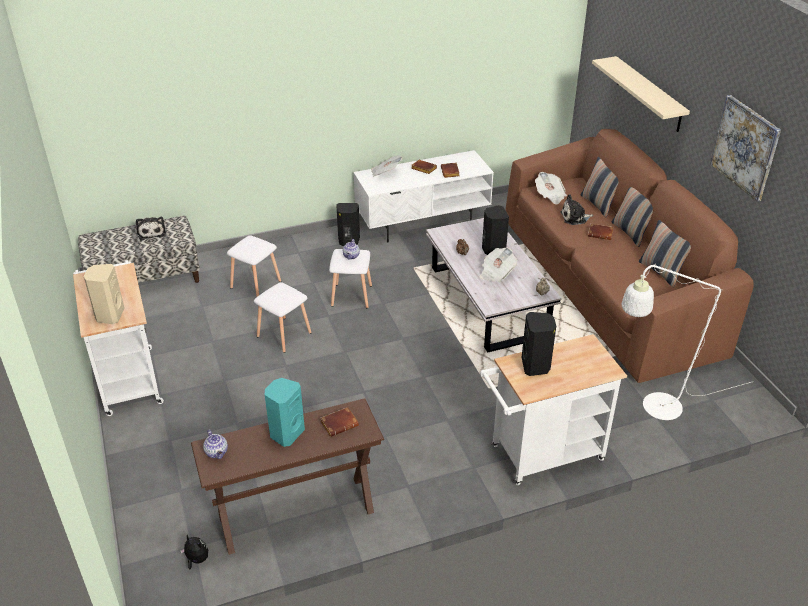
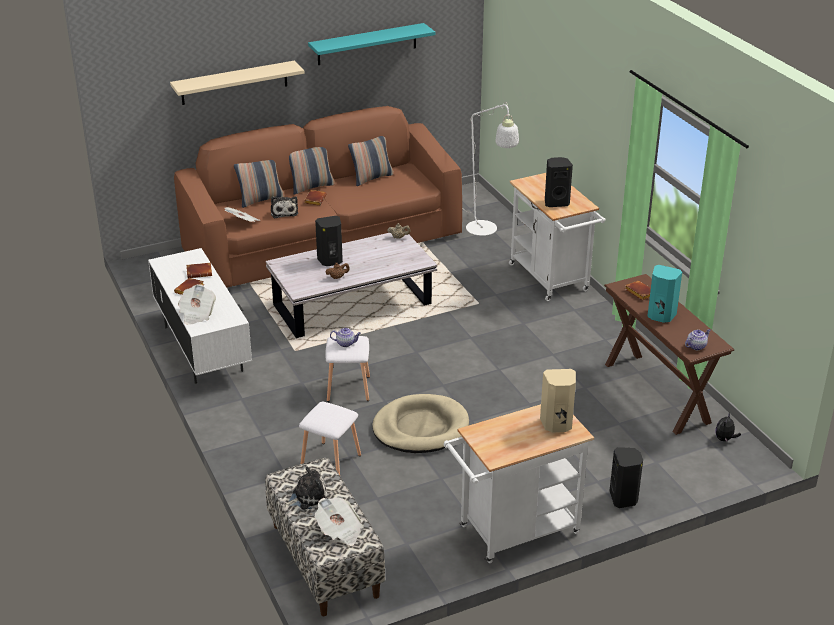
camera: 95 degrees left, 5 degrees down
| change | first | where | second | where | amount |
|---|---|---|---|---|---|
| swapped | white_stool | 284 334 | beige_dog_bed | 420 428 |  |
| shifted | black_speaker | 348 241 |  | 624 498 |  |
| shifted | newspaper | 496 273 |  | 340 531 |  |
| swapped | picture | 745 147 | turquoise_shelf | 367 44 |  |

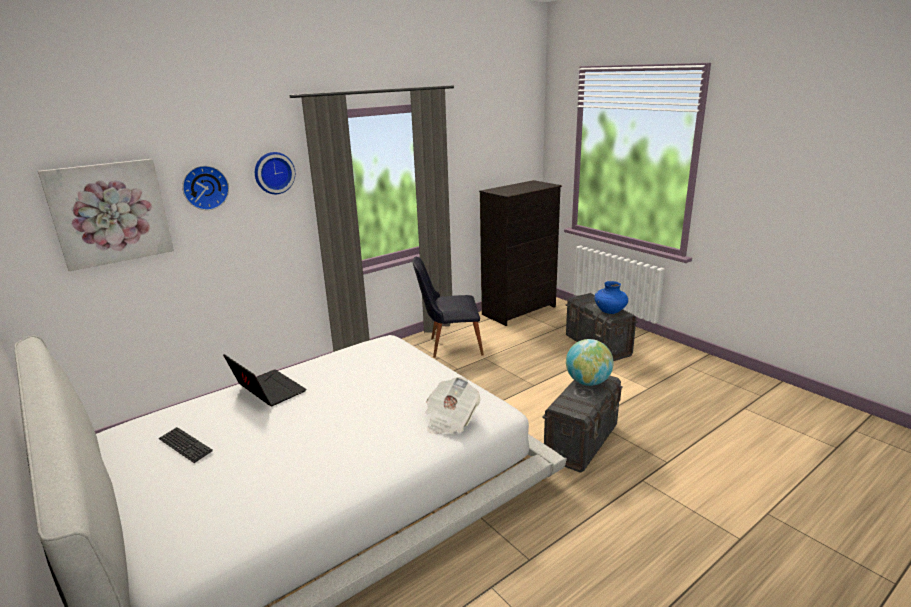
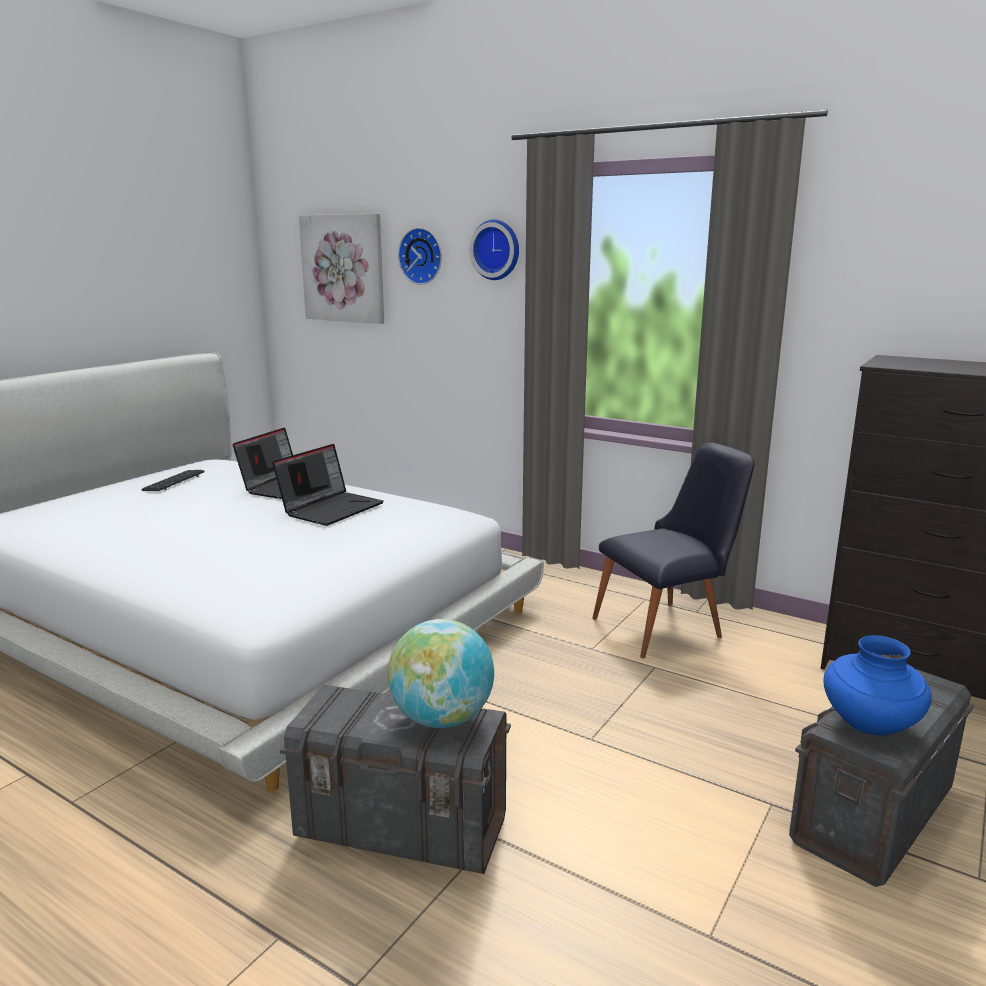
camera: 70 degrees right, 5 degrees down
| change | first | where | second | where | amount |
|---|---|---|---|---|---|
| rotated | black_chair | 449 346 |  | 668 627 | 90 degrees clockwise |
| gone | newspaper | 450 419 |  |  |  |
| new |  |  | laptop | 331 508 |  |

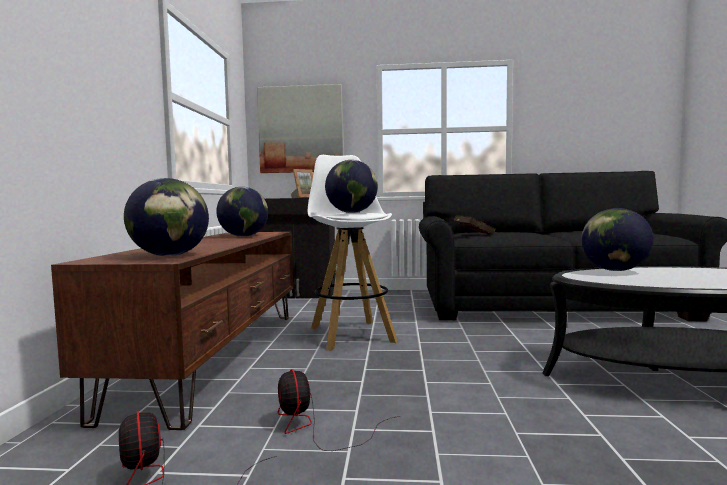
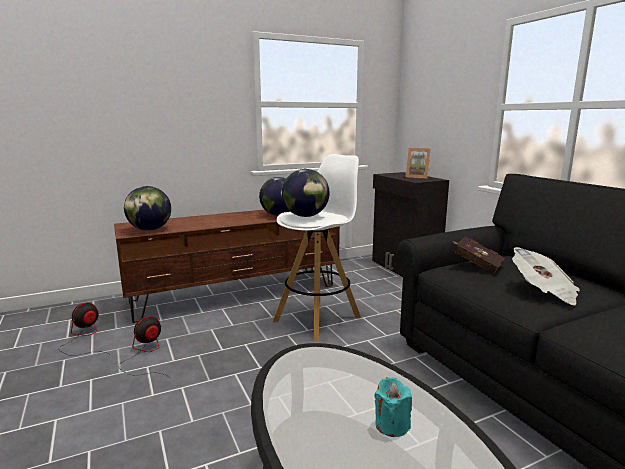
camera: 60 degrees right, 10 degrees up
| change | first | where | second | where | amount |
|---|---|---|---|---|---|
| gone | picture | 301 129 |  |  |  |
| gone | globe | 614 270 |  |  |  |
| new |  |  | turquoise_candle | 391 425 |  |
| new |  |  | newspaper | 544 292 |  |

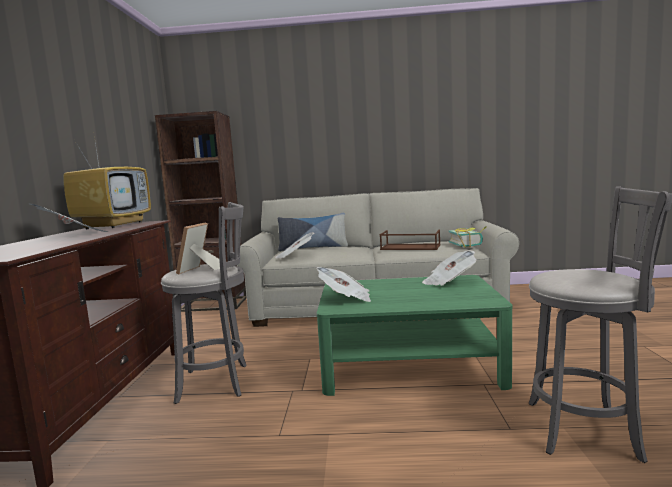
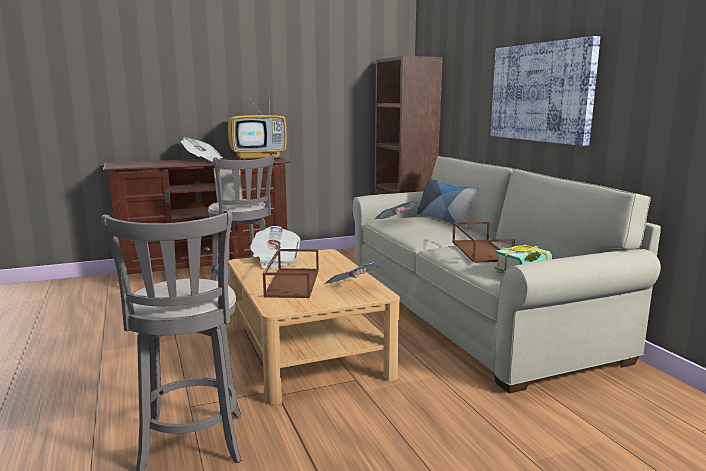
camera: 65 degrees right, 5 degrees up
| change | first | where | second | where | amount |
|---|---|---|---|---|---|
| repainted | green_coffee_table | 409 364 | beige_coffee_table | 307 350 |  |
| new |  |  | brown_tray | 292 282 |  |
| new |  |  | picture | 542 92 |  |

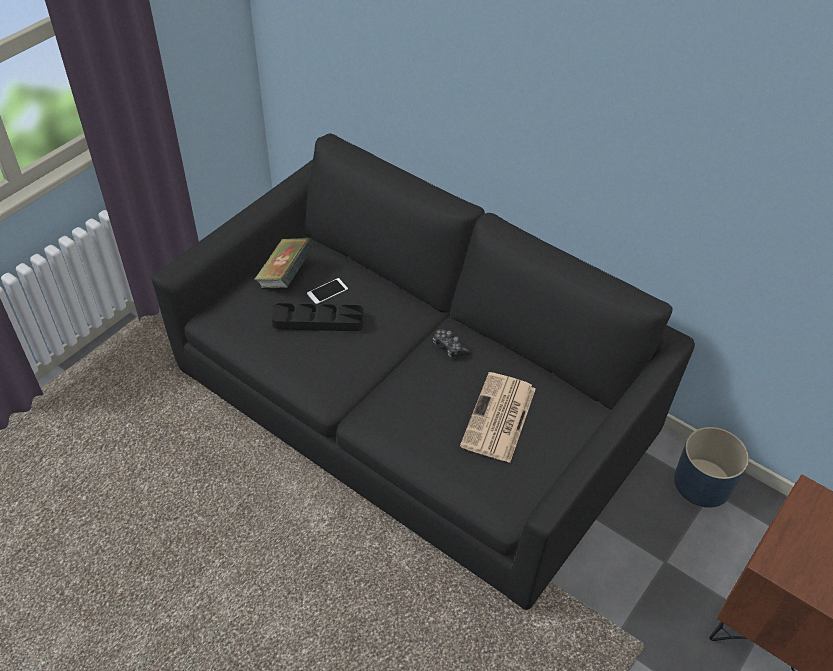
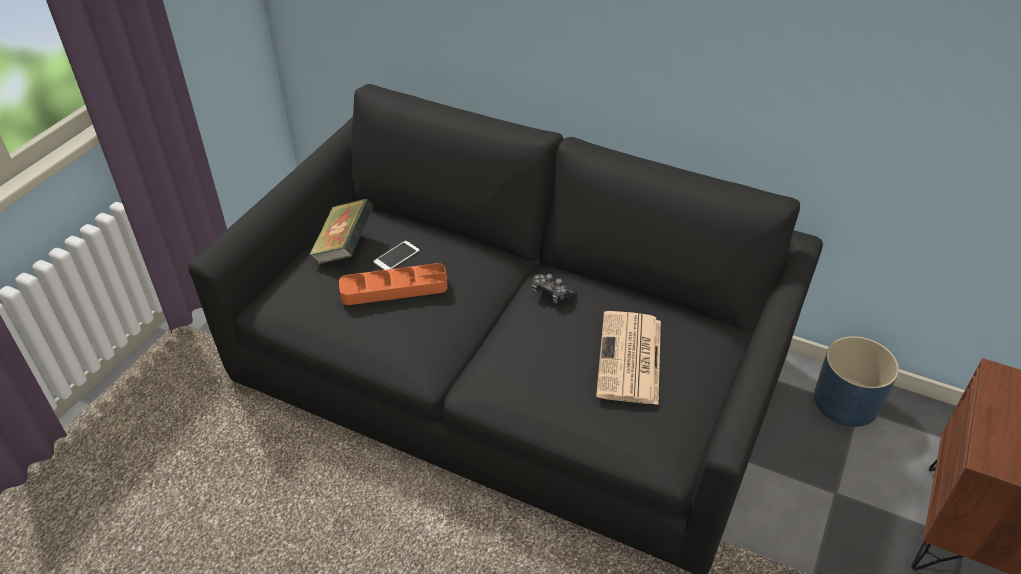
camera: 10 degrees left, 5 degrees down
| change | first | where | second | where | amount |
|---|---|---|---|---|---|
| repainted | black_tray | 318 321 | orange_tray | 394 289 |  |

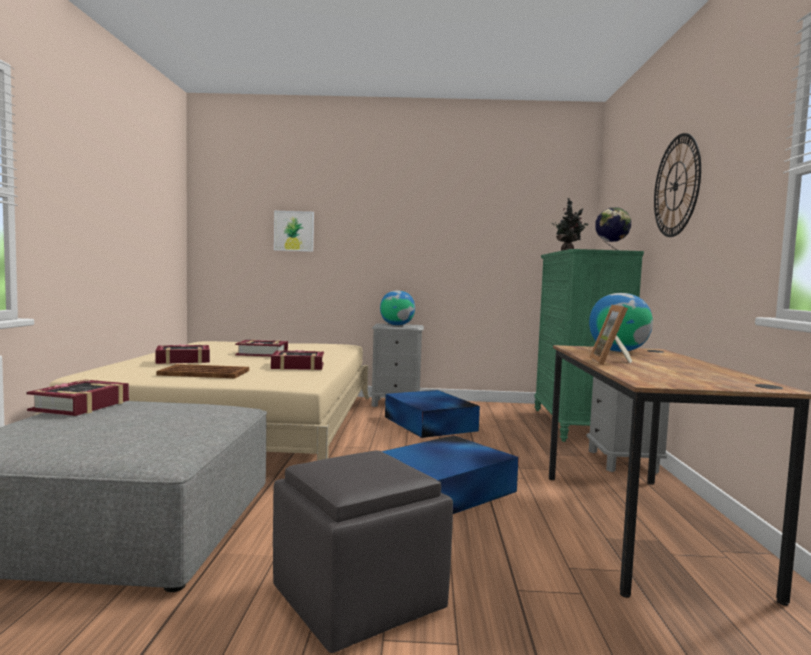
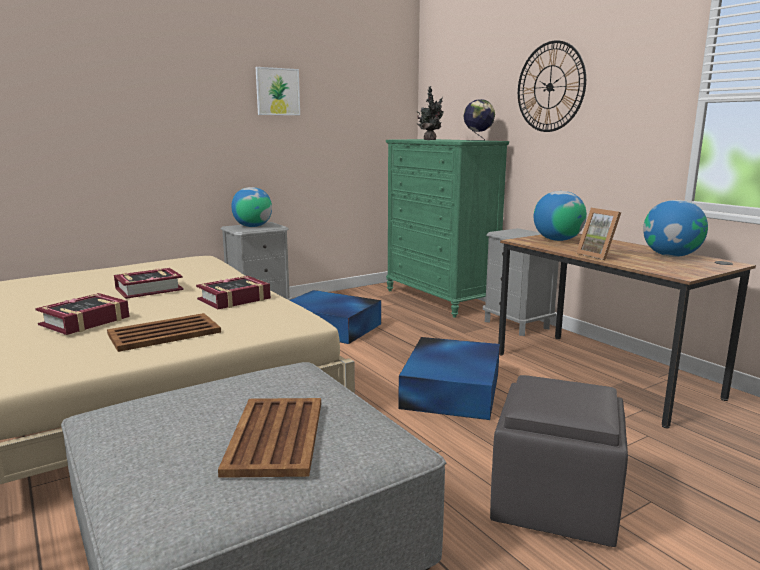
camera: 35 degrees left, 10 degrees up
| change | first | where | second | where | amount |
|---|---|---|---|---|---|
| gone | book | 81 406 |  |  |  |
| shifted | picture | 294 231 |  | 277 91 |  |
| new |  |  | brown_tray | 275 437 |  |
| new |  |  | globe | 671 256 |  |

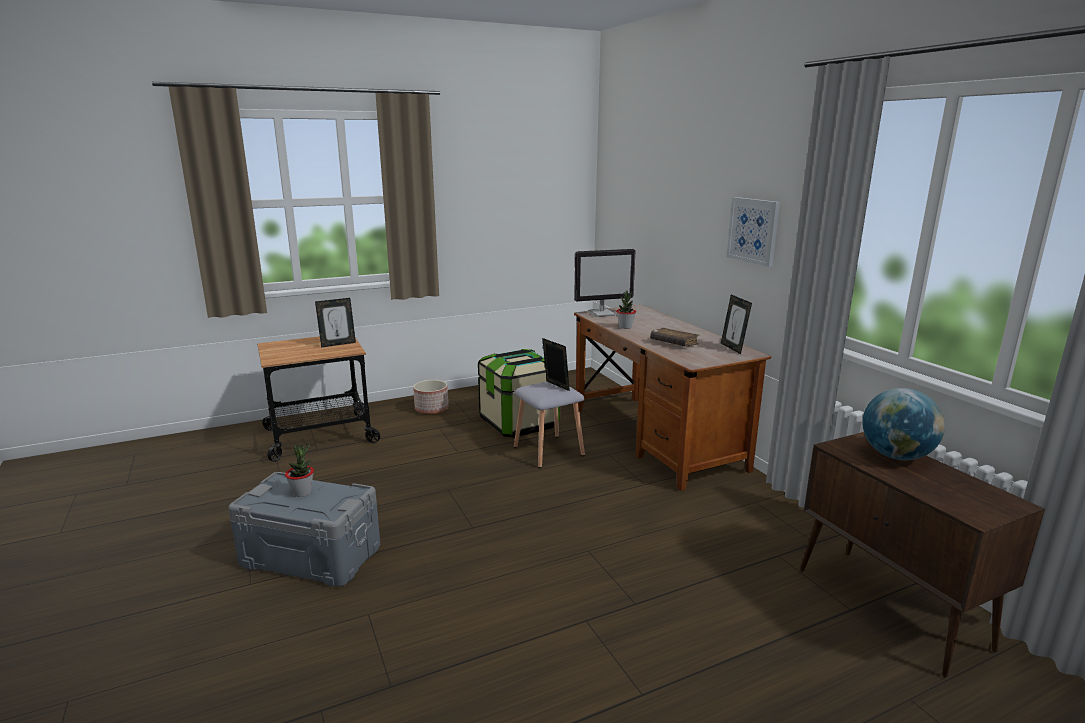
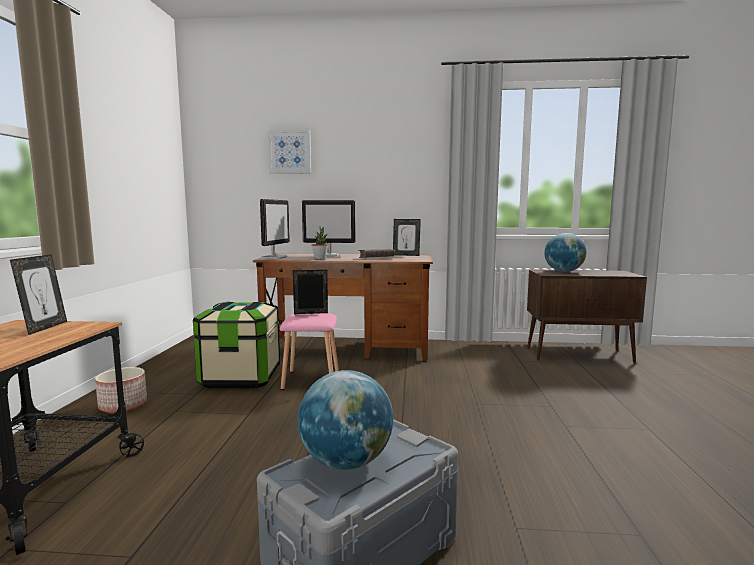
camera: 60 degrees left, 10 degrees down
| change | first | where | second | where | amount |
|---|---|---|---|---|---|
| swapped | potted_plant | 302 492 | globe | 346 462 |  |
| repainted | grey_stool | 547 451 | pink_stool | 310 380 |  |
| shifted | picture | 753 230 |  | 290 152 |  |
| new |  |  | monitor | 329 255 |  |

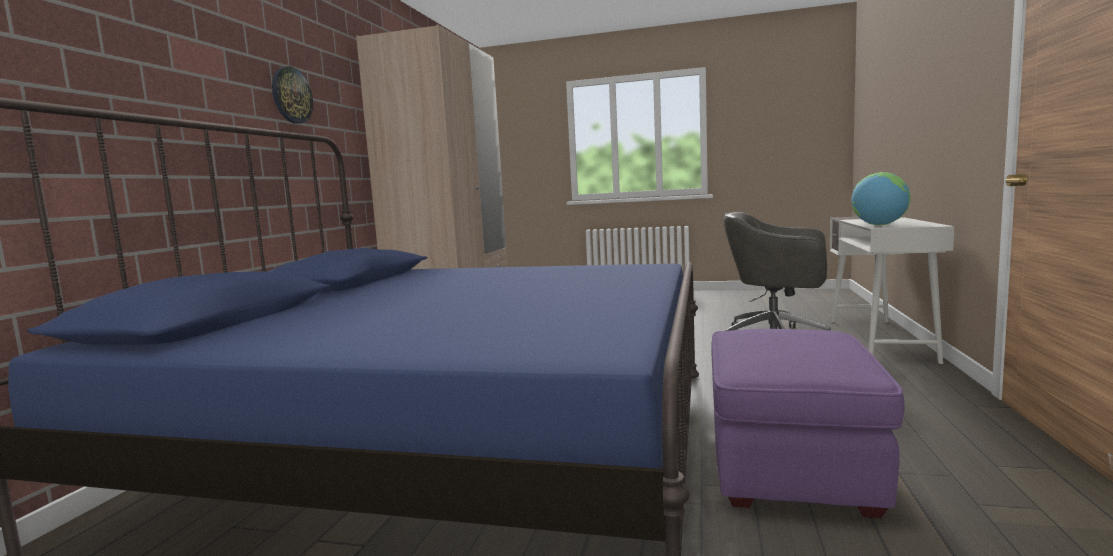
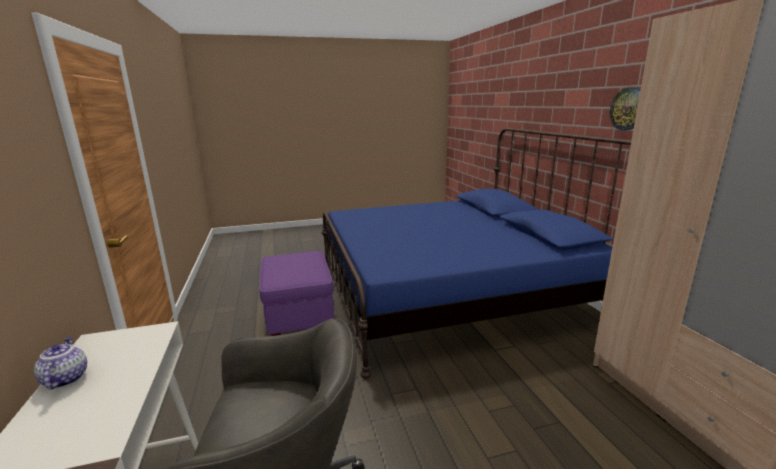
camera: 150 degrees right, 10 degrees up
| change | first | where | second | where | amount |
|---|---|---|---|---|---|
| gone | globe | 879 225 |  |  |  |
| new |  |  | teapot | 65 378 |  |

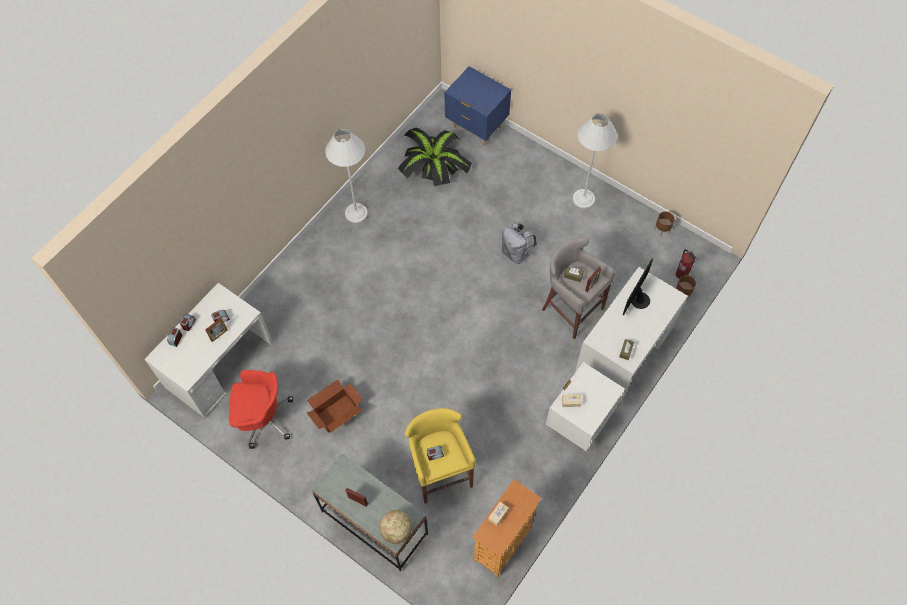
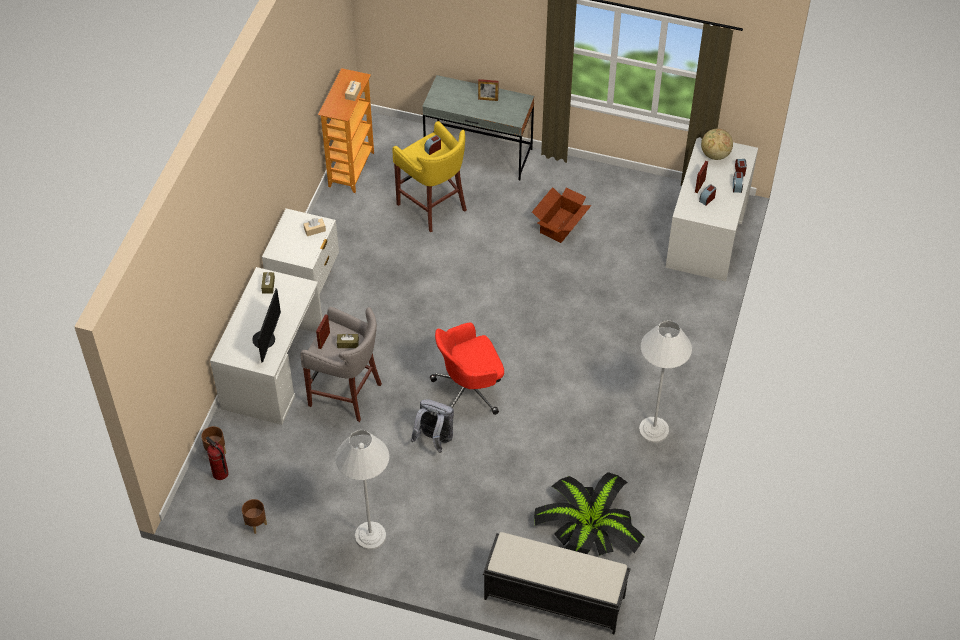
camera: 160 degrees right, 10 degrees down
| change | first | where | second | where | amount |
|---|---|---|---|---|---|
| shifted | red_office_chair | 263 418 |  | 469 389 |  |
| shifted | globe | 397 530 |  | 715 155 |  |
| swapped | blue_nightstand | 476 127 | black_bench | 553 597 |  |

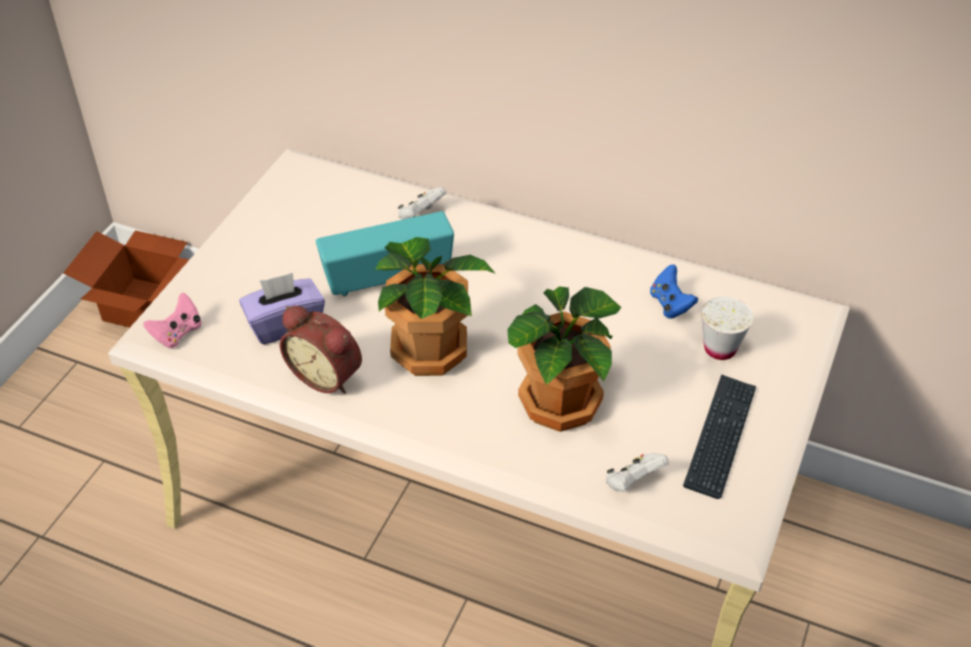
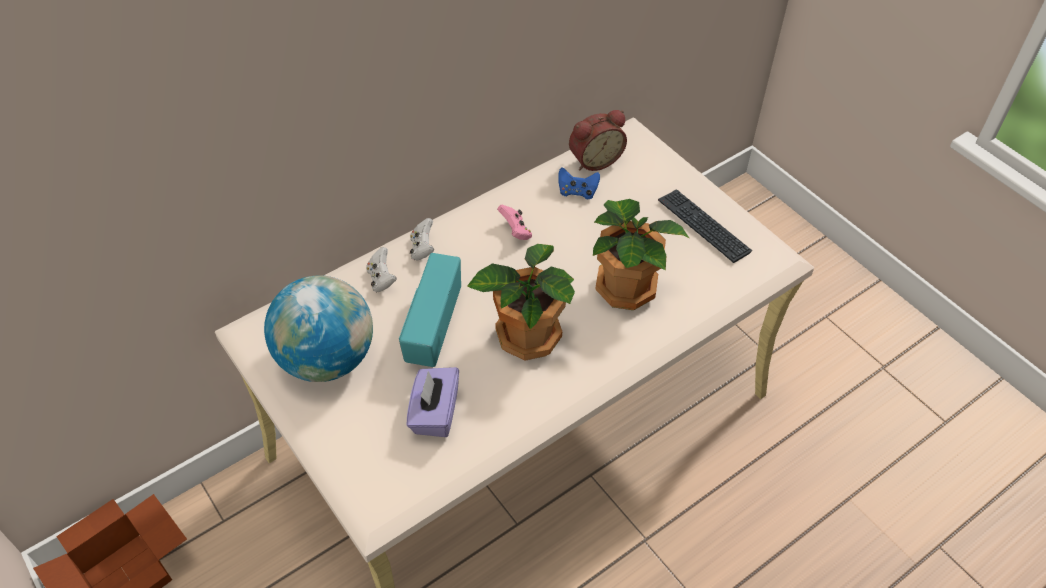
camera: 60 degrees left, 5 degrees up
| change | first | where | second | where | amount |
|---|---|---|---|---|---|
| shifted | pink_game_controller | 178 333 |  | 515 231 |  |
| shifted | alarm_clock | 327 374 |  | 594 159 |  |
| shifted | white_game_controller | 633 482 |  | 422 249 |  |
| gone | white_cup | 720 348 |  |  |  |
| new |  |  | globe | 327 359 |  |

